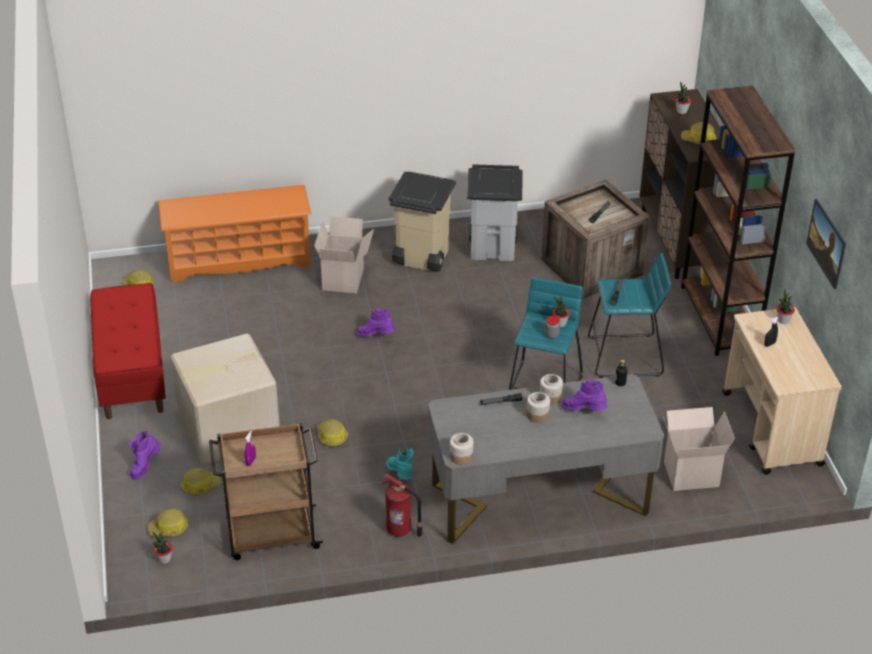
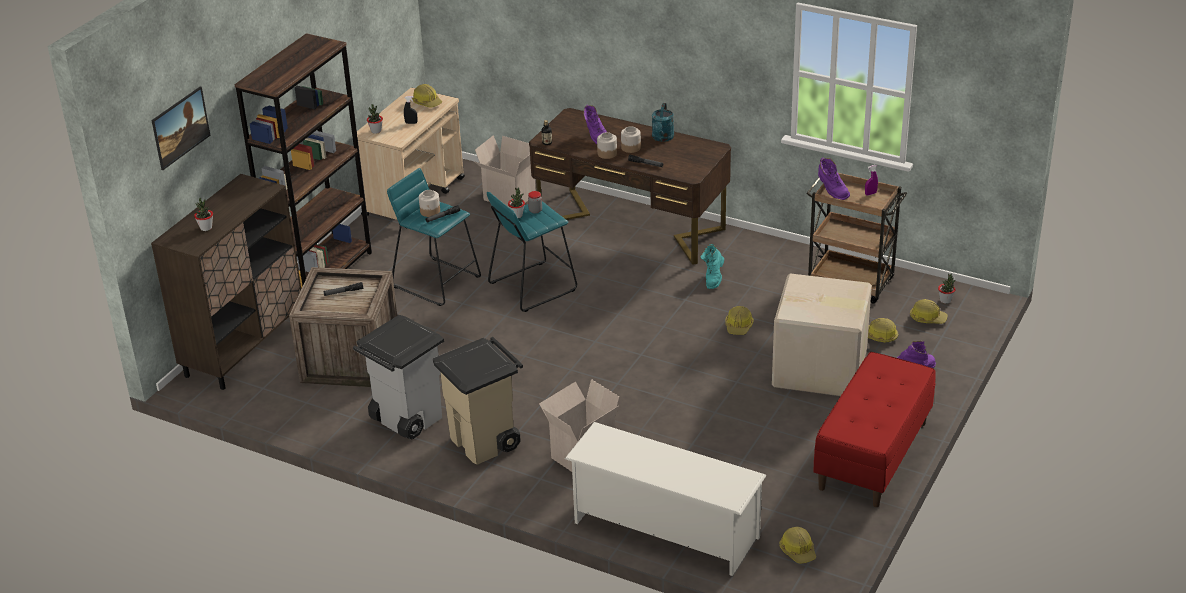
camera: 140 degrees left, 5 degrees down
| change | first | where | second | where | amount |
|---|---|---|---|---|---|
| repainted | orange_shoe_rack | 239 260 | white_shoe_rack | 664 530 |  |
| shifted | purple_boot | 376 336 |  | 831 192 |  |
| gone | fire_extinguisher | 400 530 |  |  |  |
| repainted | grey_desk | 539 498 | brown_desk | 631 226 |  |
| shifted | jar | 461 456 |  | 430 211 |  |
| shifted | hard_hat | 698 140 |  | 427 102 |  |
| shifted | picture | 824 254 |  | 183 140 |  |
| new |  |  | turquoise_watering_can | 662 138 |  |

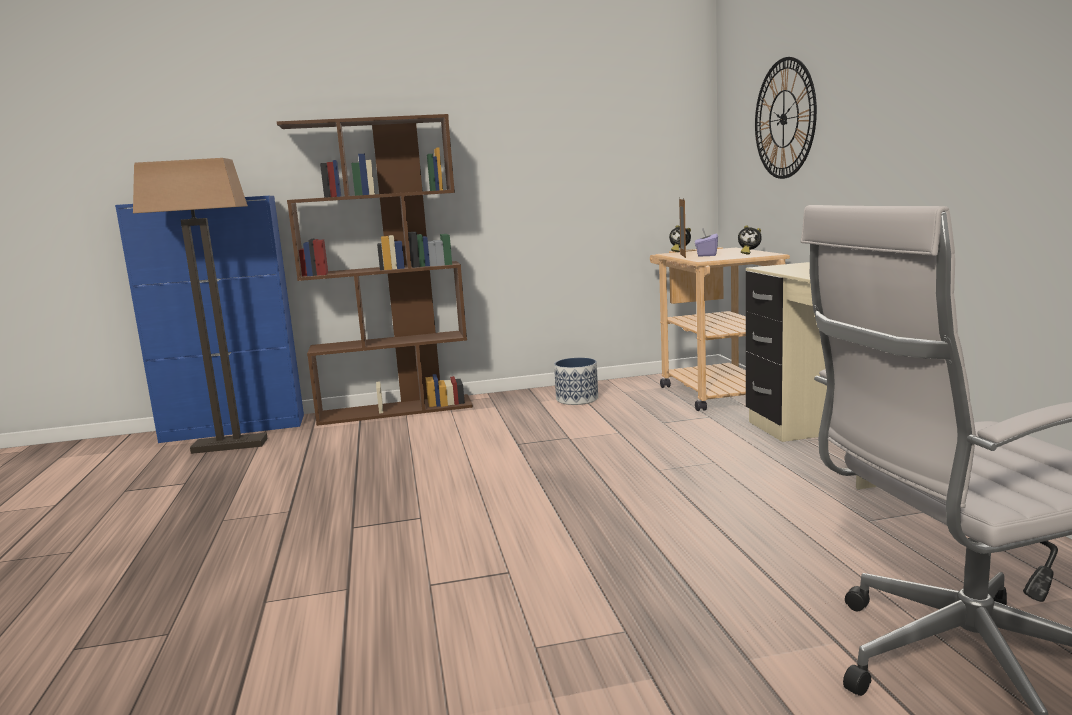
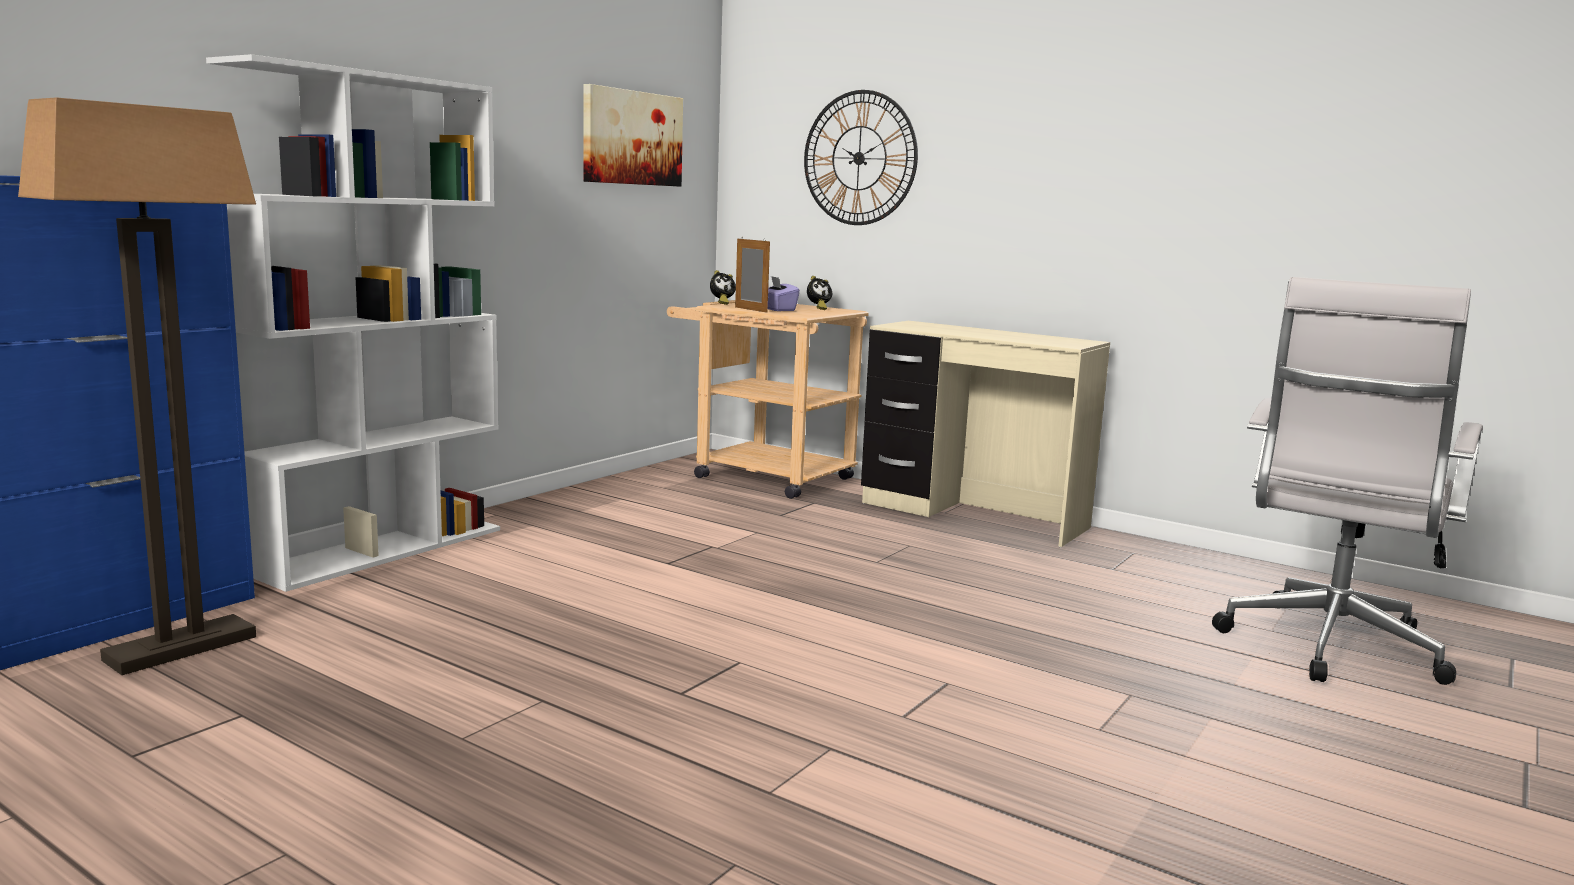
camera: 45 degrees left, 0 degrees up
| change | first | where | second | where | amount |
|---|---|---|---|---|---|
| repainted | brown_bookcase | 396 410 | white_bookcase | 381 550 |  |
| gone | planter | 577 399 |  |  |  |
| new |  |  | picture | 632 138 |  |

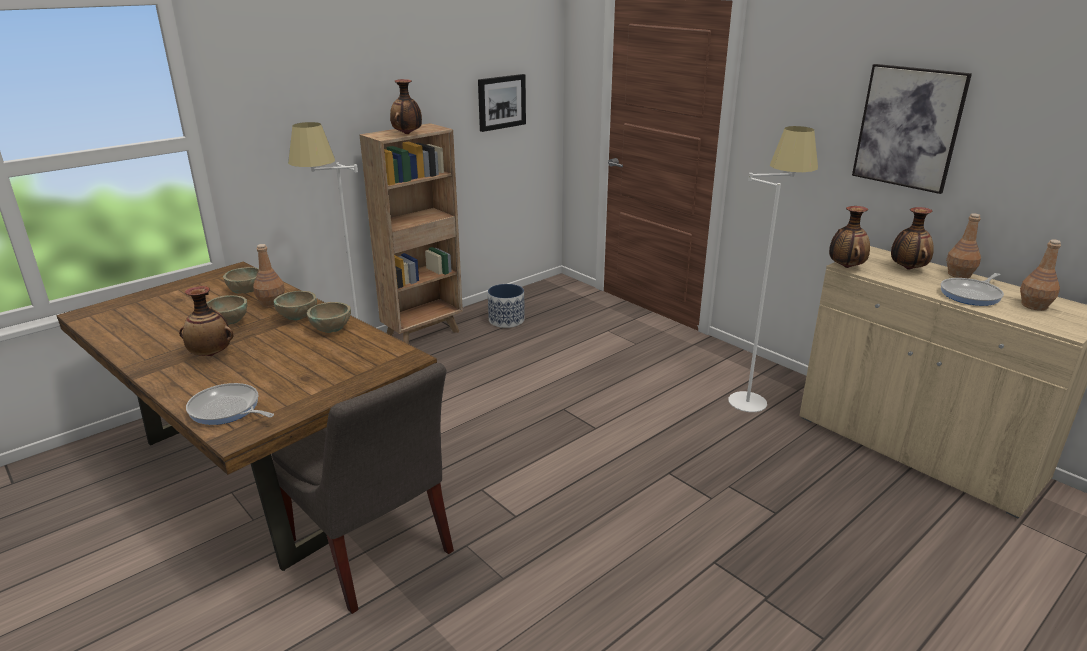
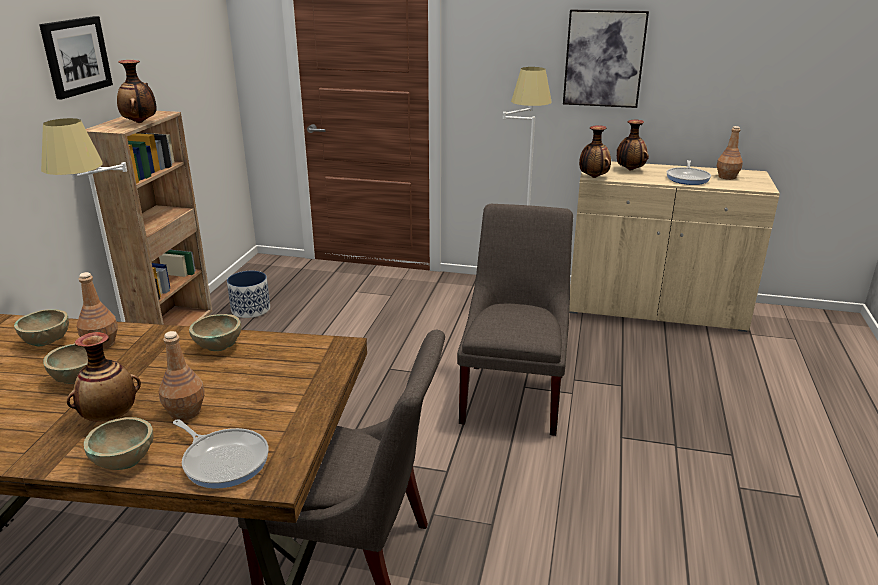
camera: 35 degrees left, 0 degrees up
| change | first | where | second | where | amount |
|---|---|---|---|---|---|
| rotated | frying_pan | 227 410 |  | 224 460 | 135 degrees counterclockwise |
| shifted | beige_bowl | 298 317 |  | 124 462 |  |
| shifted | picture | 501 102 |  | 76 56 |  |
| shifted | brown_bottle | 959 275 |  | 186 412 |  |
| new |  |  | grey_chair | 514 394 |  |

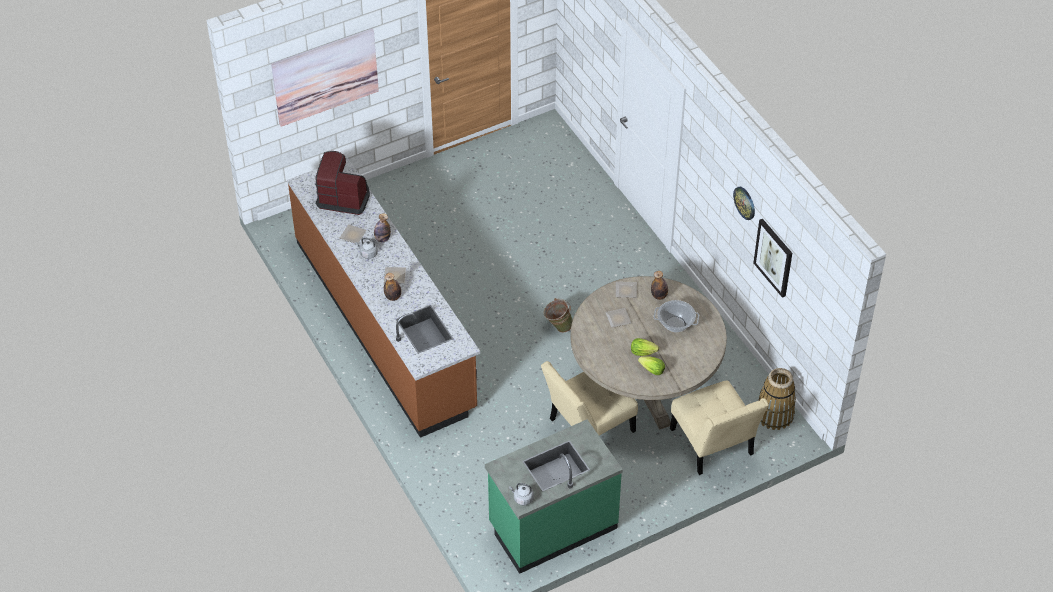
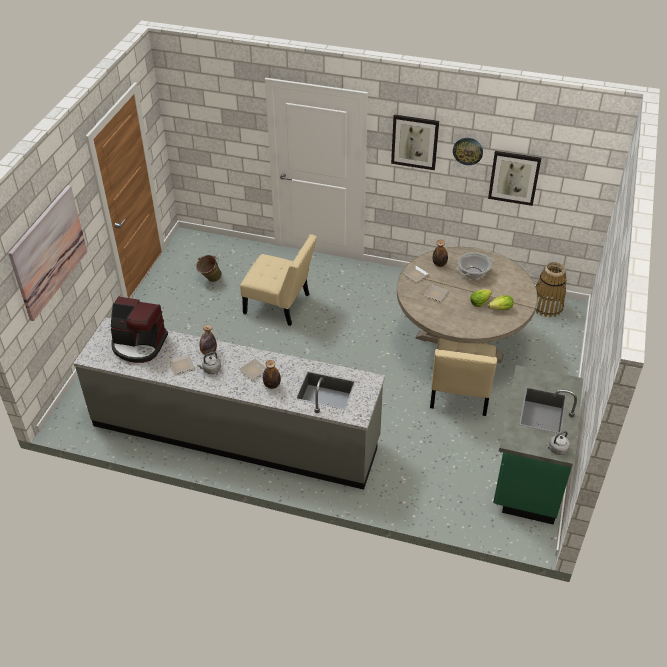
camera: 45 degrees left, 5 degrees down
| change | first | where | second | where | amount |
|---|---|---|---|---|---|
| repainted | brown_counter | 385 324 | grey_counter | 235 432 |  |
| rotated | coffee_machine | 344 197 |  | 139 345 | 135 degrees counterclockwise |
| shifted | green_bucket | 558 327 |  | 210 280 |  |
| shifted | beige_chair | 713 445 |  | 280 305 |  |
| new |  |  | picture | 415 141 |  |

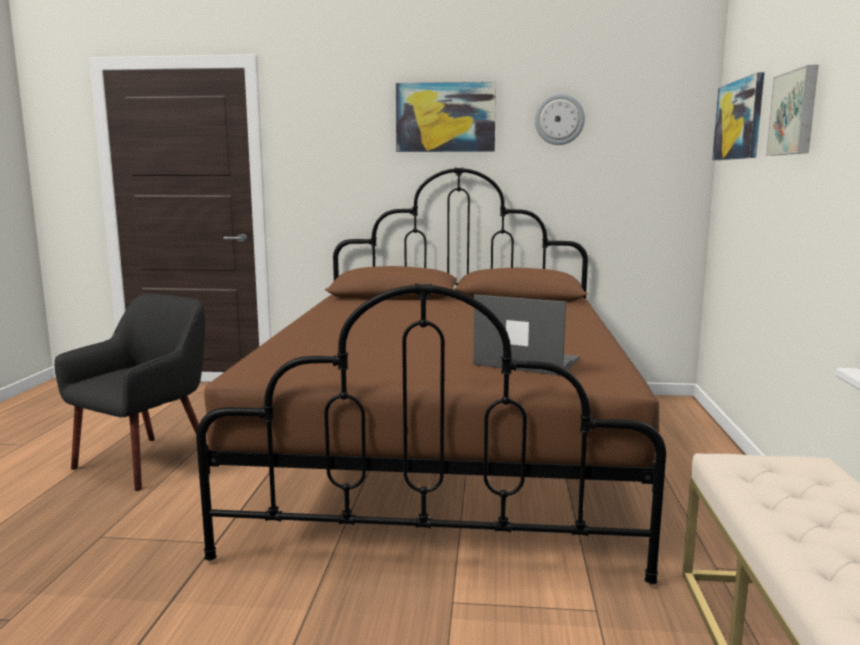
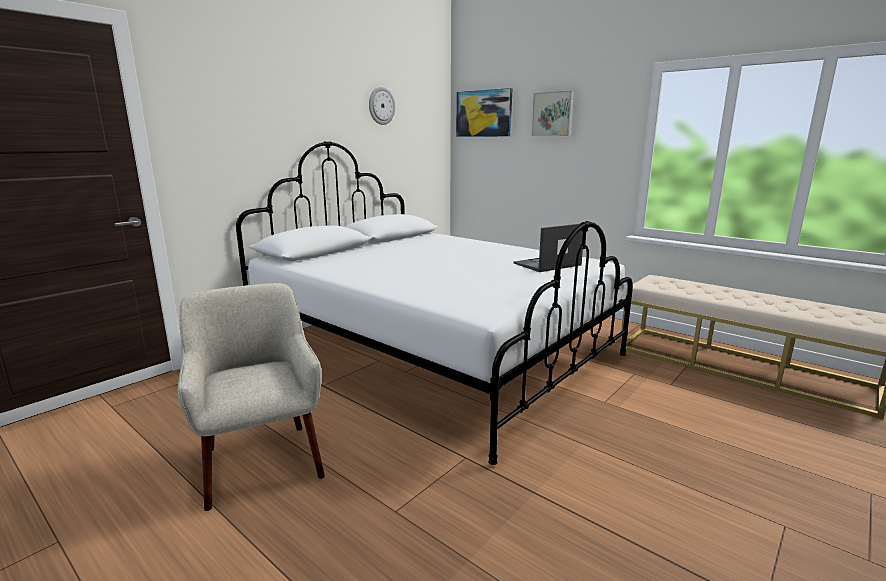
camera: 55 degrees left, 5 degrees up
| change | first | where | second | where | amount |
|---|---|---|---|---|---|
| repainted | black_armchair | 146 461 | beige_armchair | 261 462 |  |
| repainted | brown_bed | 446 455 | white_bed | 433 351 |  |
| gone | picture | 445 117 |  |  |  |

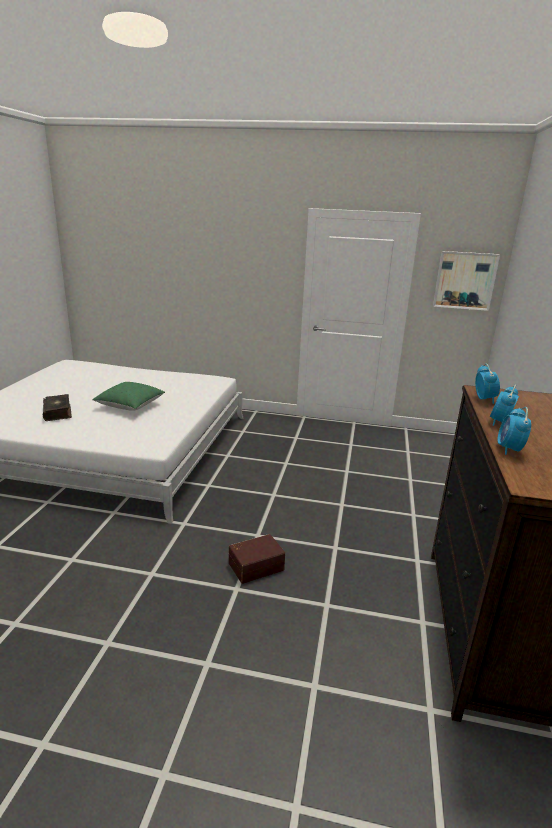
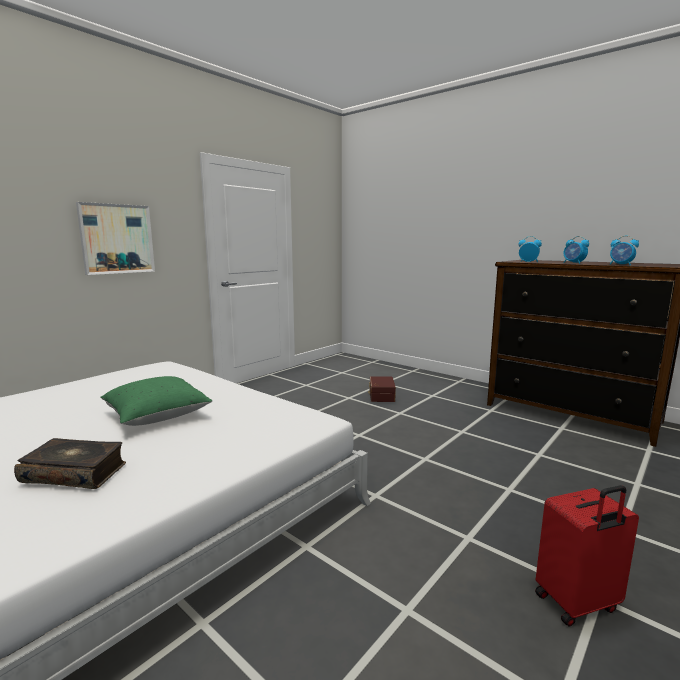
camera: 60 degrees left, 10 degrees down
| change | first | where | second | where | amount |
|---|---|---|---|---|---|
| shifted | brown_storage_box | 255 565 |  | 380 396 |  |
| shifted | picture | 465 280 |  | 117 239 |  |
| new |  |  | red_suitcase | 577 604 |  |

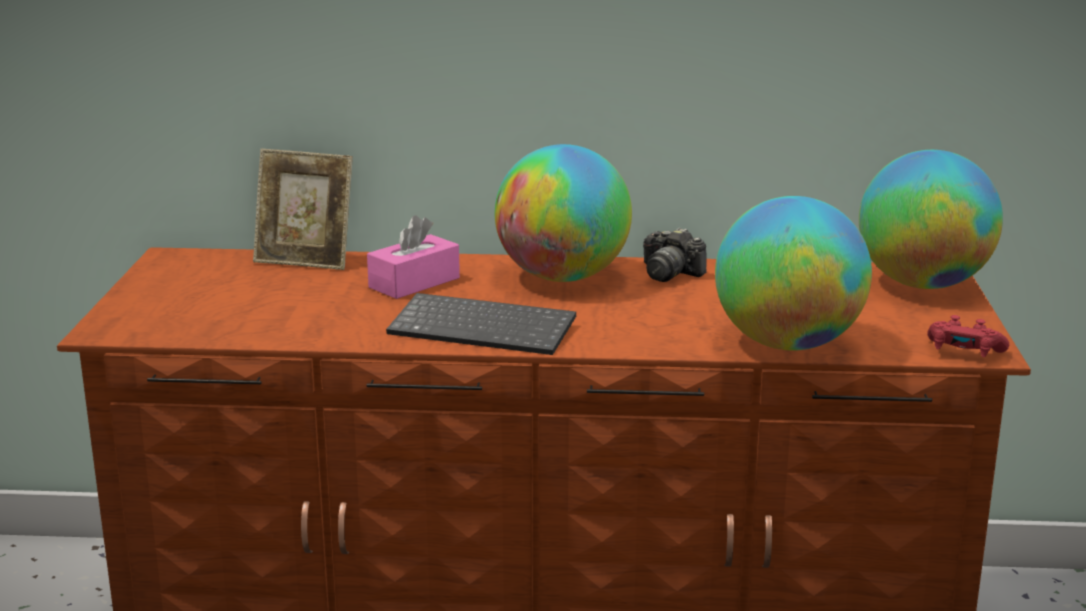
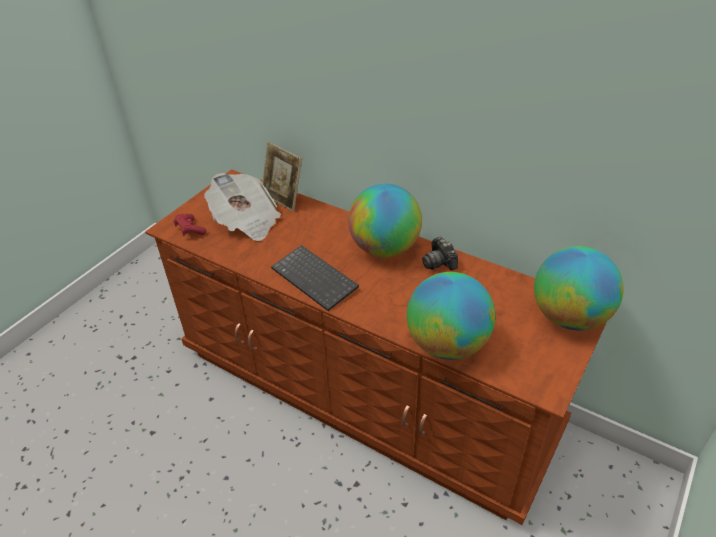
camera: 30 degrees right, 20 degrees up
| change | first | where | second | where | amount |
|---|---|---|---|---|---|
| gone | pink_tissue_box | 414 283 |  |  |  |
| shifted | red_game_controller | 963 352 |  | 190 230 |  |
| new |  |  | newspaper | 246 221 |  |

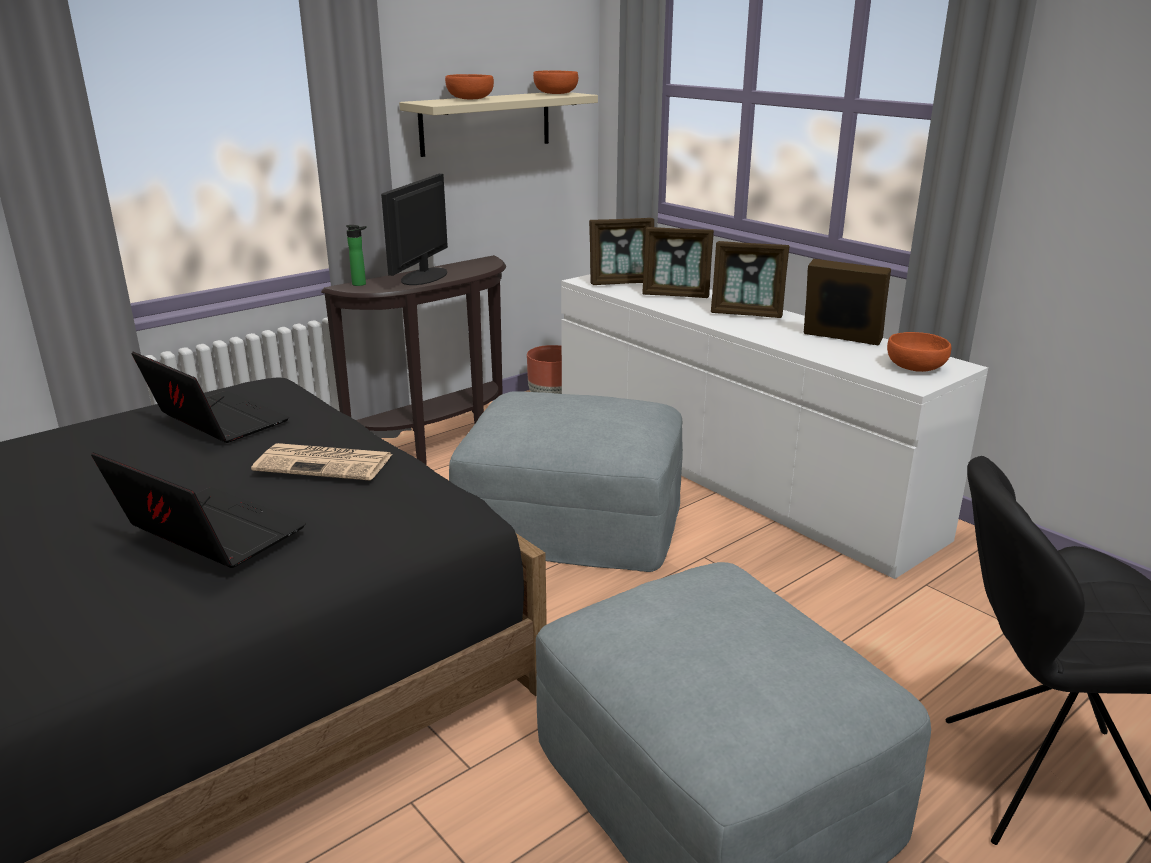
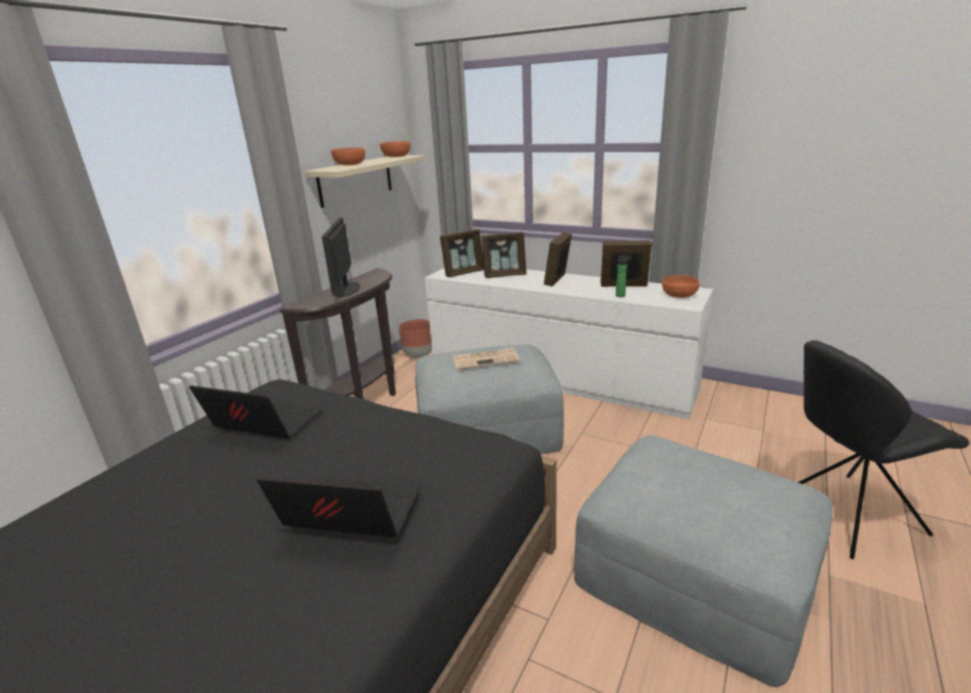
camera: 20 degrees left, 0 degrees up
| change | first | where | second | where | amount |
|---|---|---|---|---|---|
| shifted | newspaper | 326 463 |  | 486 359 |  |
| shifted | bottle | 361 284 |  | 621 295 |  |
| rotated | picture_frame | 747 314 |  | 557 280 | 120 degrees clockwise |

